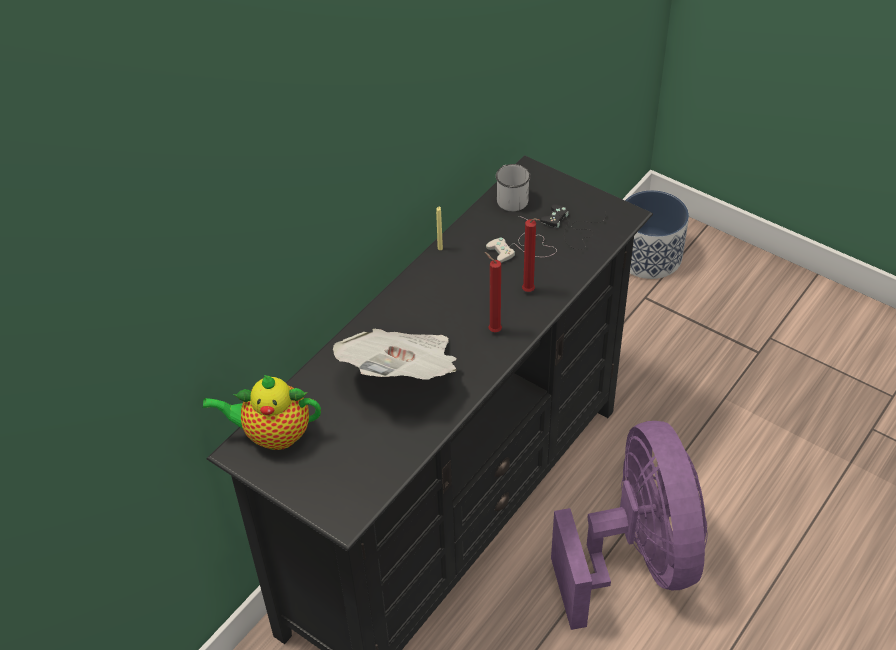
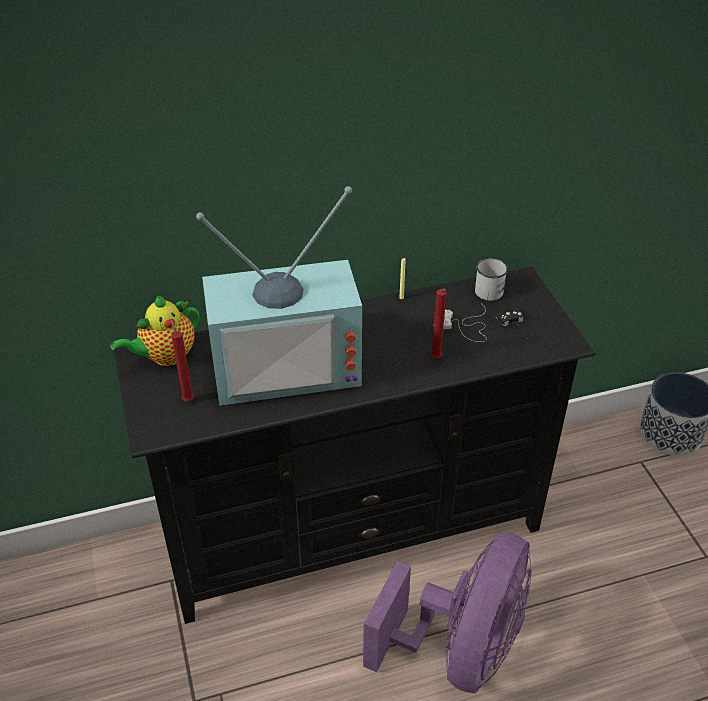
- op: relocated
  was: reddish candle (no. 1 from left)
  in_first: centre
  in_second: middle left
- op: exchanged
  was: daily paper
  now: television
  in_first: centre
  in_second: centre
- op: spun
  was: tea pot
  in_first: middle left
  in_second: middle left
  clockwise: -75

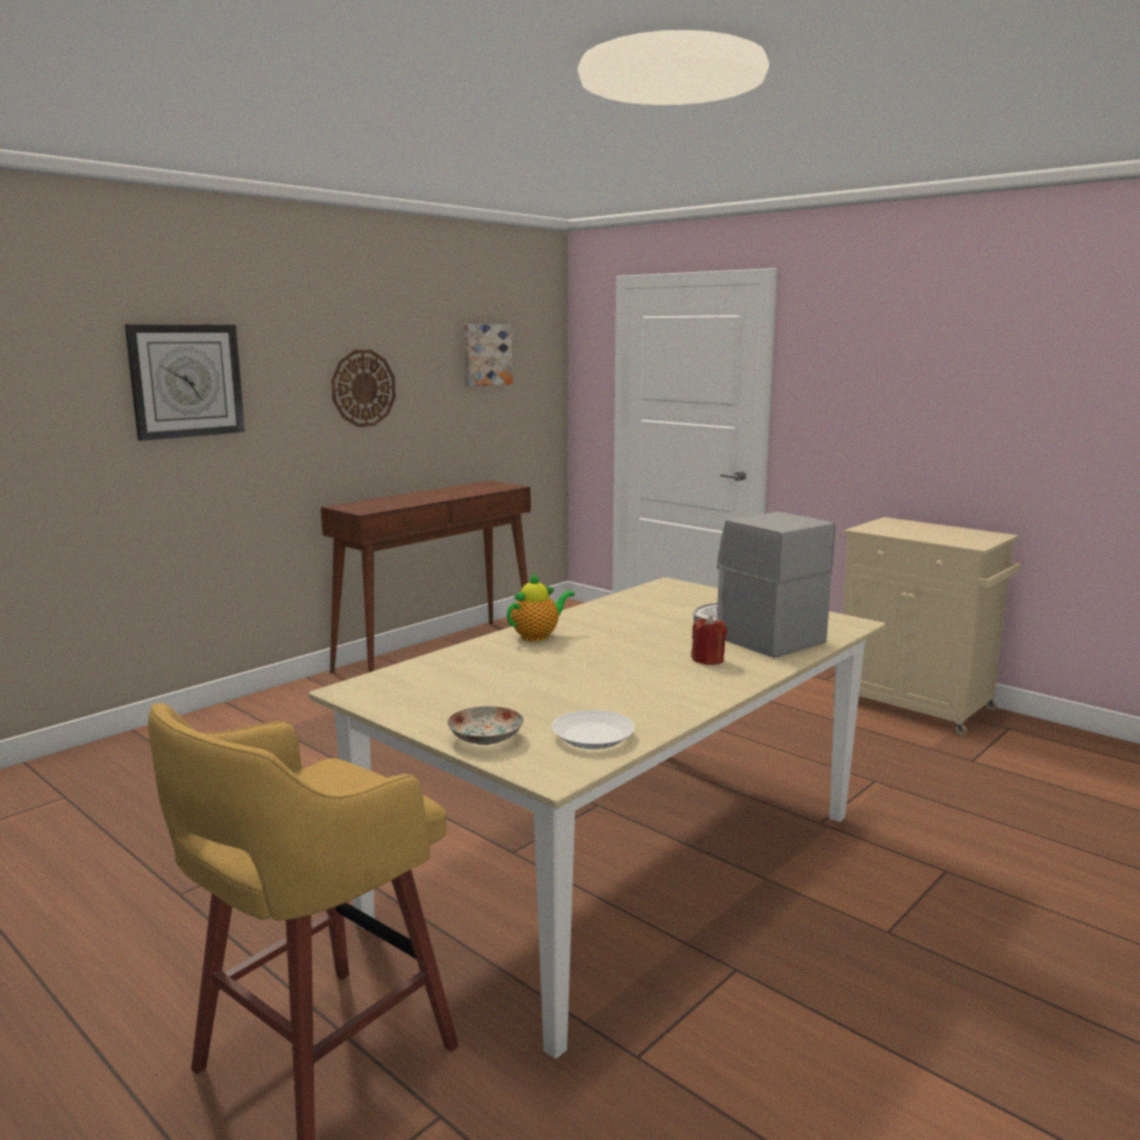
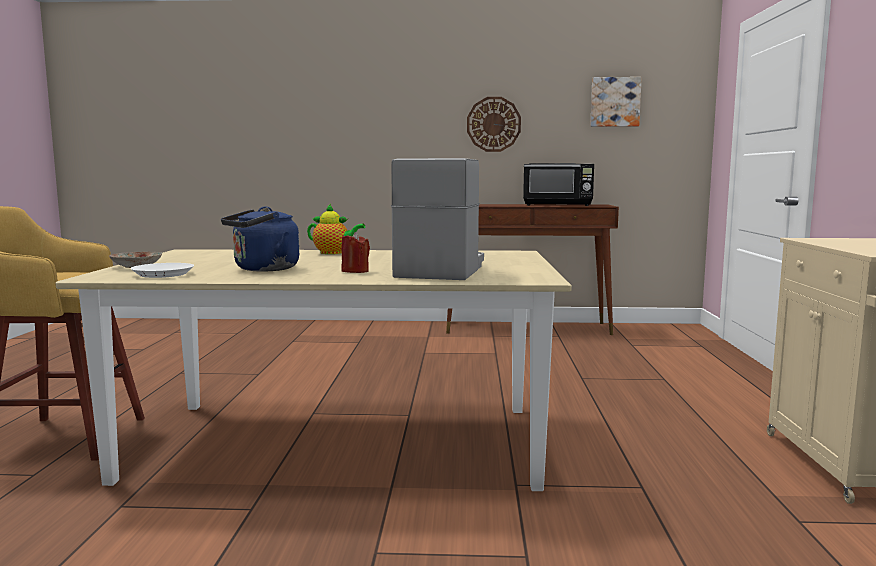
- op: missing
  was: wall clock (no. 1 from left)
  in_first: middle left
- op: appeared
  now: blue-coloured tea kettle
  in_second: middle left
- op: appeared
  now: blackish kitchen microwave
  in_second: top centre

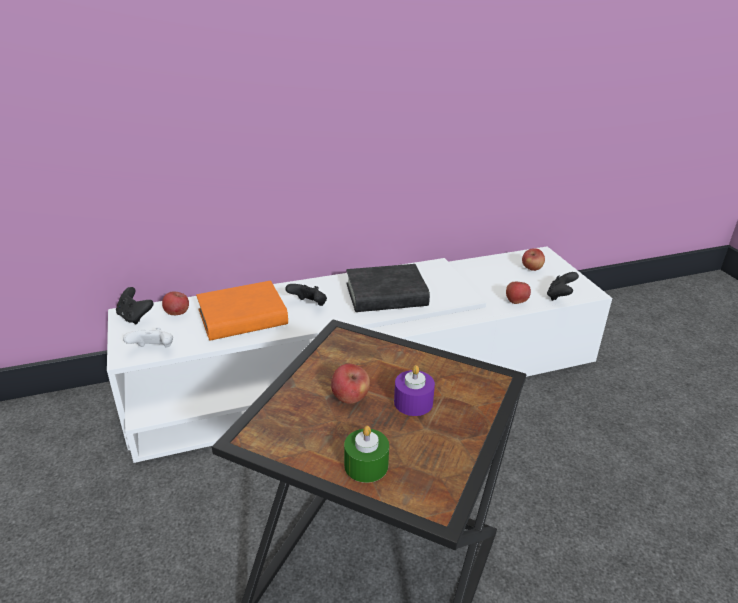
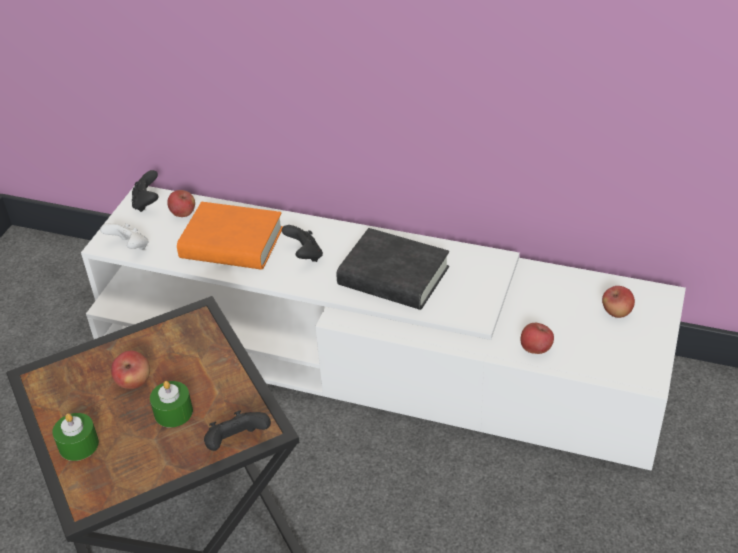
- op: relocated
  was: blackish joypad (no. 3 from left in the first image)
  now: blackish joypad (no. 2 from left)
  in_first: middle right
  in_second: bottom left
- op: colour
  was: purple-coloured candle
  now: greenish candle (no. 2 from left)
  in_first: centre
  in_second: bottom left

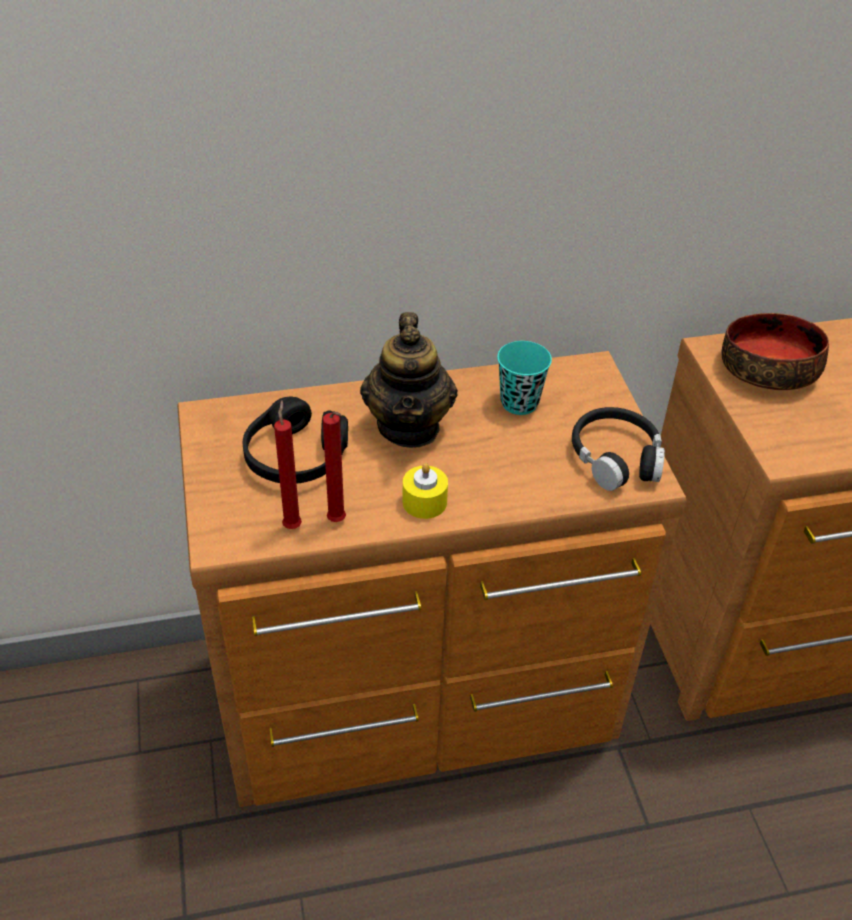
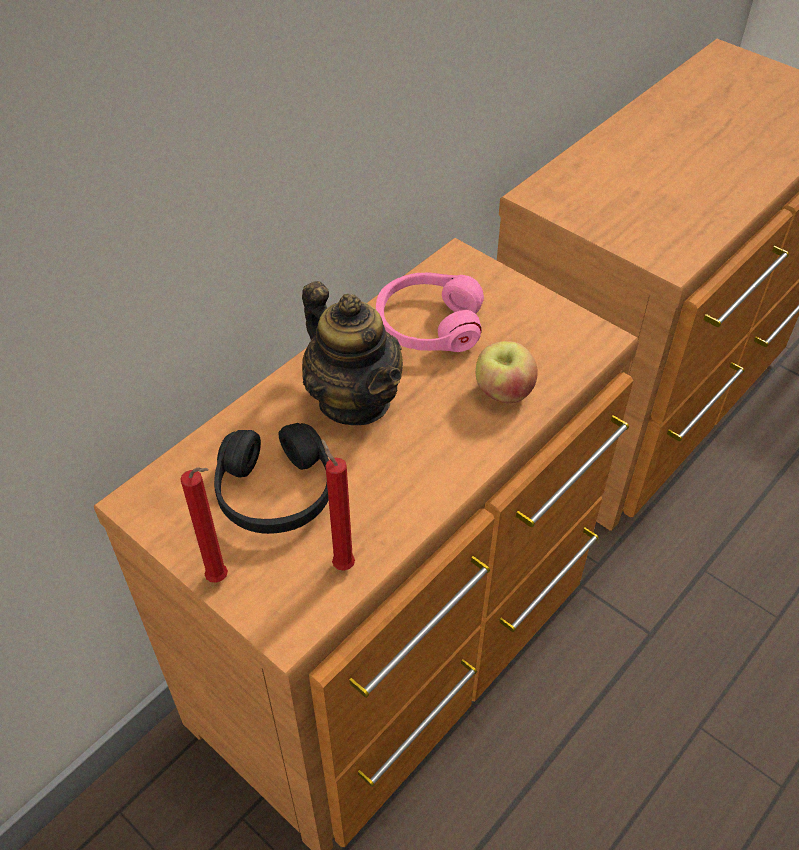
- op: missing
  was: yellowish candle
  in_first: centre
- op: missing
  was: blackish headphones (no. 2 from left)
  in_first: middle right
- op: missing
  was: bowl
  in_first: middle right
- op: appeared
  now: whole apple
  in_second: centre
- op: relocated
  was: reddish candle (no. 2 from left in the first image)
  now: reddish candle (no. 1 from left)
  in_first: centre
  in_second: middle left
- op: exchanged
  was: turquoise-coloured drinking cup
  now: pink-coloured headphones
  in_first: centre
  in_second: centre

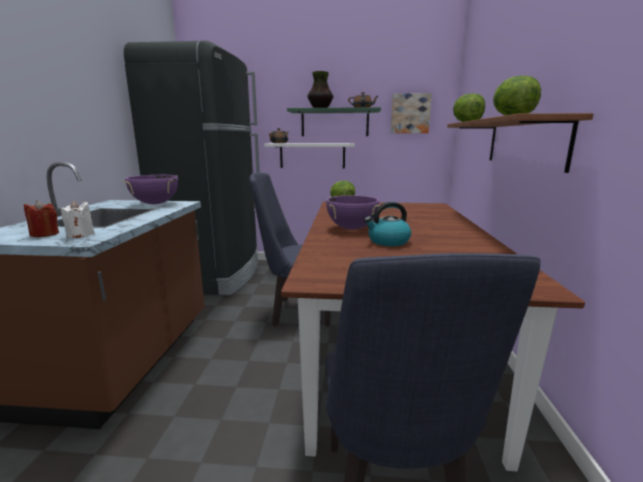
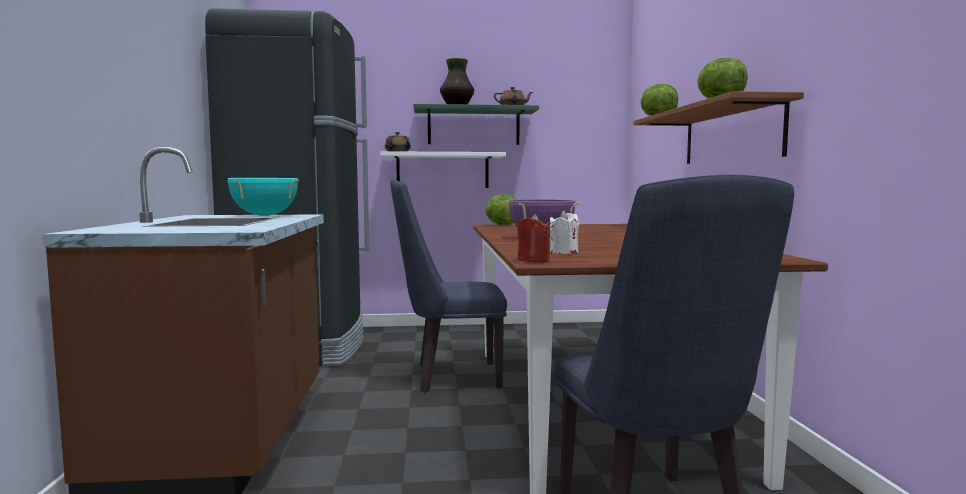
- op: missing
  was: tea kettle
  in_first: centre
- op: missing
  was: picture
  in_first: top centre
- op: relocated
  was: reddish candle
  in_first: middle left
  in_second: centre
- op: relocated
  was: whitish candle
  in_first: middle left
  in_second: centre
- op: colour
  was: purple-coloured cooking pot (no. 1 from left)
  now: turquoise-coloured cooking pot
  in_first: middle left
  in_second: middle left

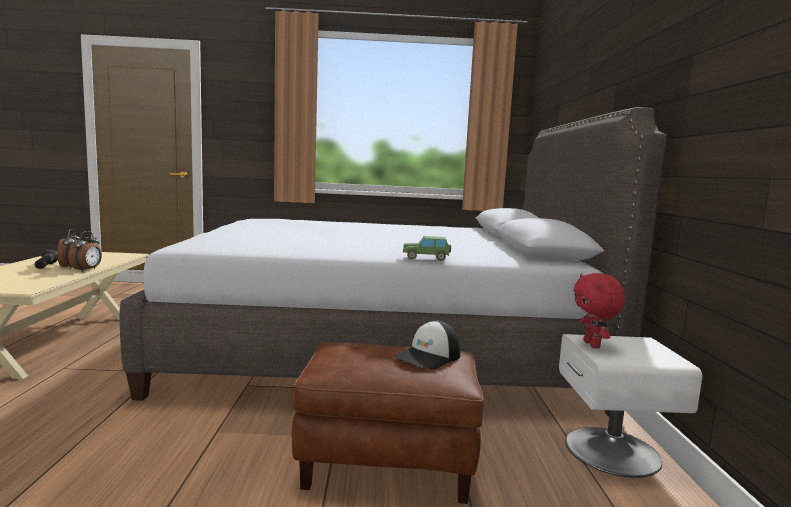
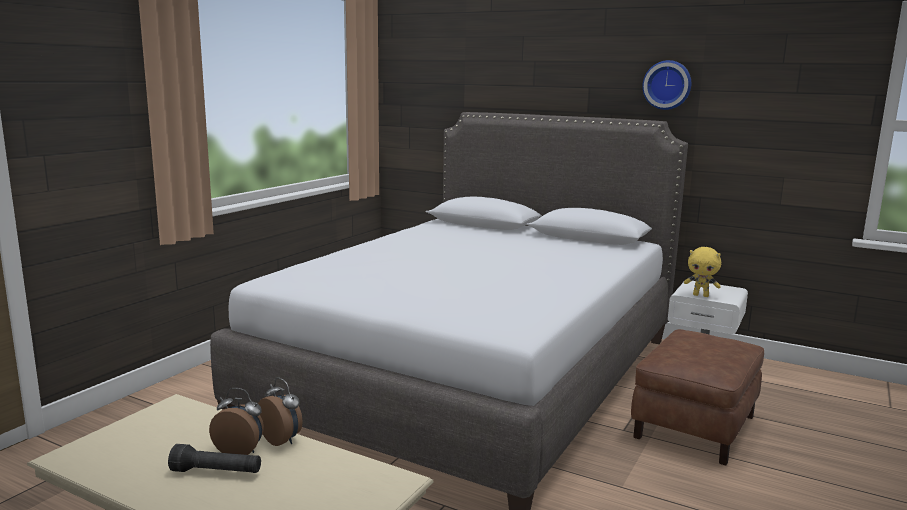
- op: missing
  was: peaked cap
  in_first: bottom centre
- op: missing
  was: toy car
  in_first: centre
- op: appeared
  now: wall clock
  in_second: top right
- op: colour
  was: reddish soft toy
  now: yellowish soft toy
  in_first: middle right
  in_second: middle right

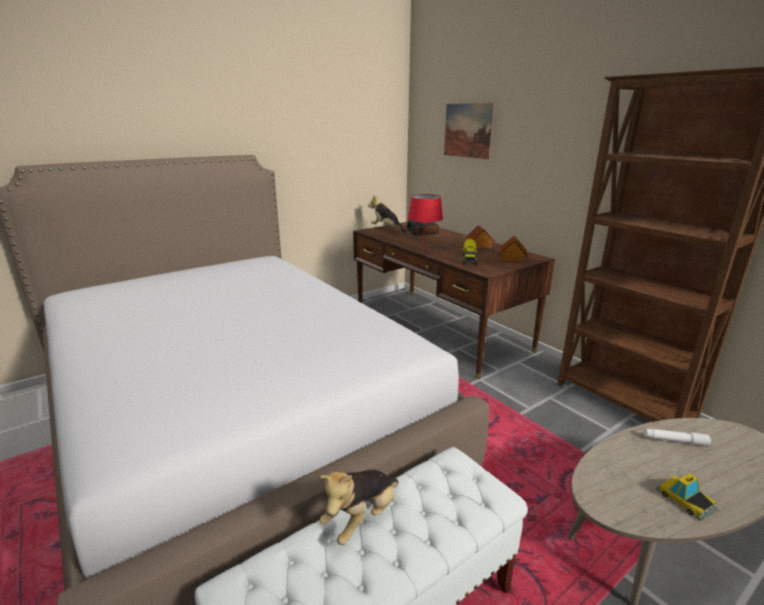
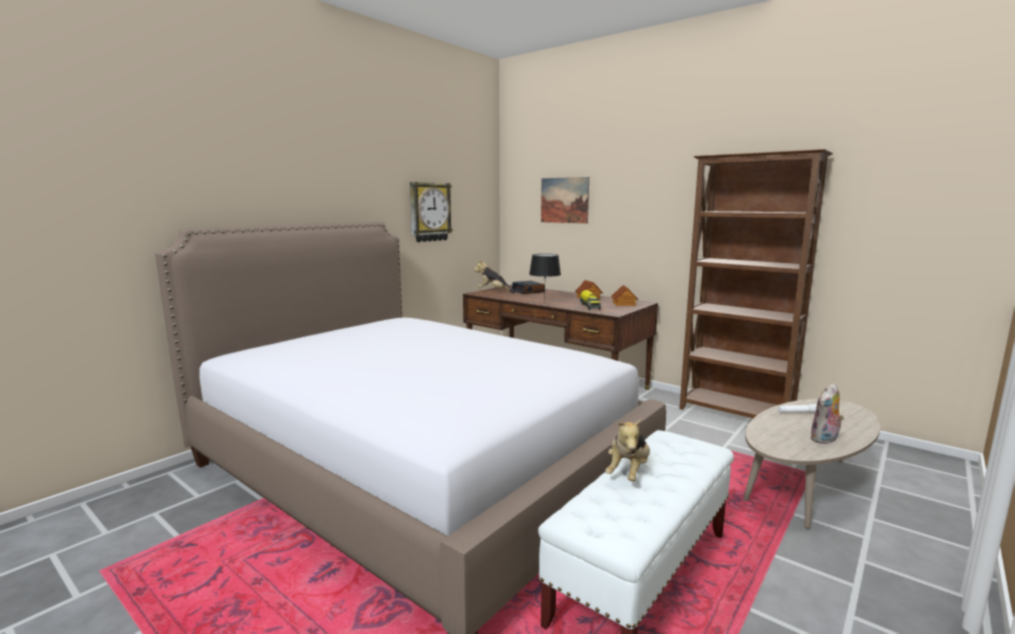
- op: appeared
  now: wall clock
  in_second: centre
- op: exchanged
  was: toy car
  now: soft toy (no. 3 from left)
  in_first: bottom right
  in_second: middle right
- op: colour
  was: reddish lamp for a table
  now: blackish lamp for a table
  in_first: centre
  in_second: centre

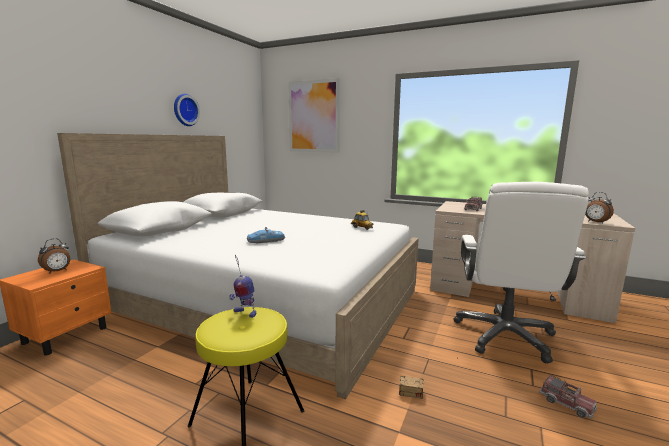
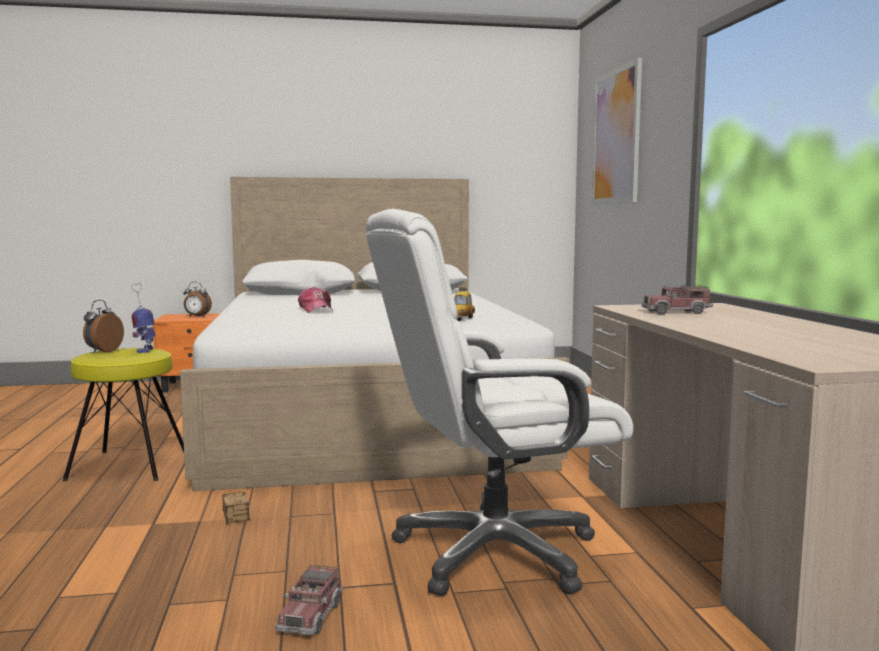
- op: missing
  was: wall clock
  in_first: top left
- op: relocated
  was: alarm clock (no. 2 from left in the first image)
  now: alarm clock (no. 1 from left)
  in_first: middle right
  in_second: middle left
- op: exchanged
  was: toy car (no. 1 from left)
  now: peaked cap
  in_first: centre
  in_second: centre

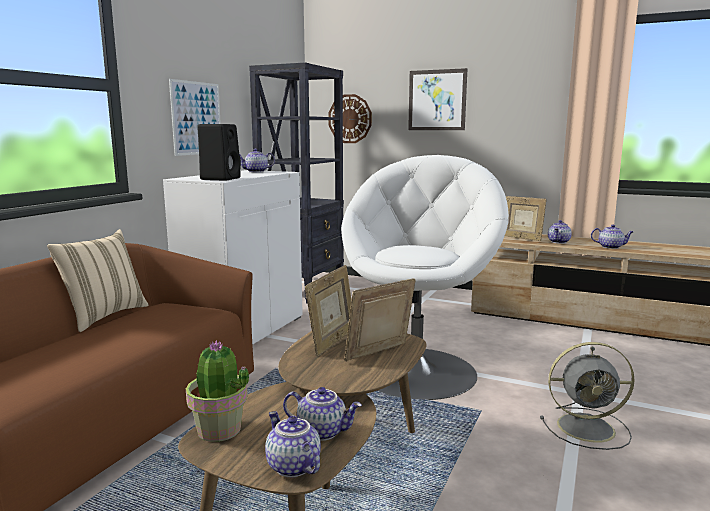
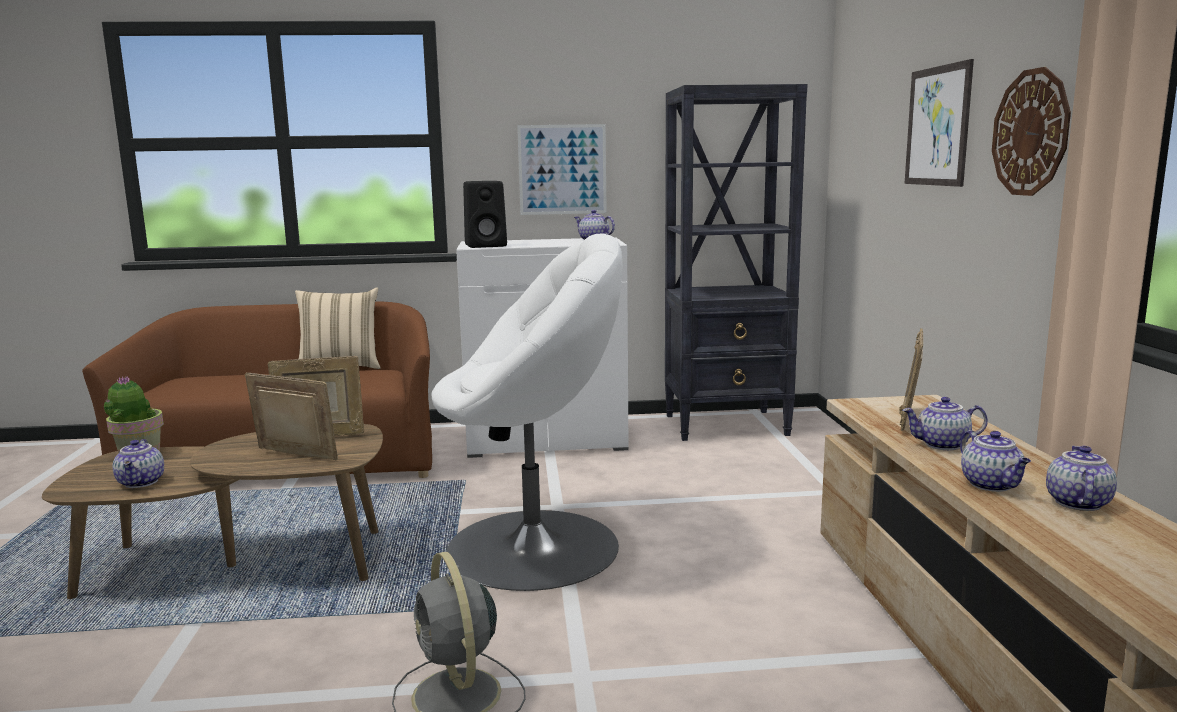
- op: relocated
  was: tea pot (no. 2 from left in the first image)
  now: tea pot (no. 5 from left)
  in_first: bottom centre
  in_second: bottom right
- op: relocated
  was: wall clock
  in_first: top centre
  in_second: top right

